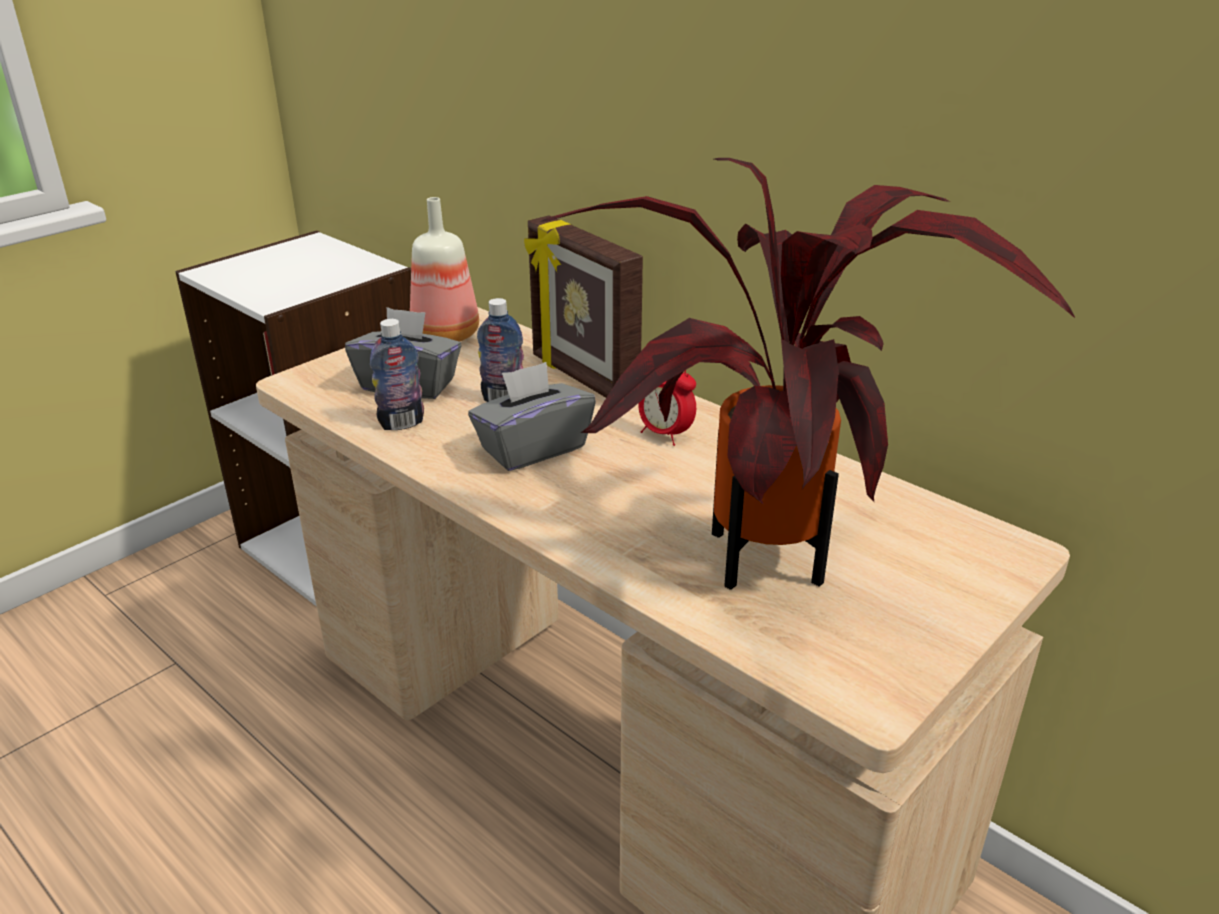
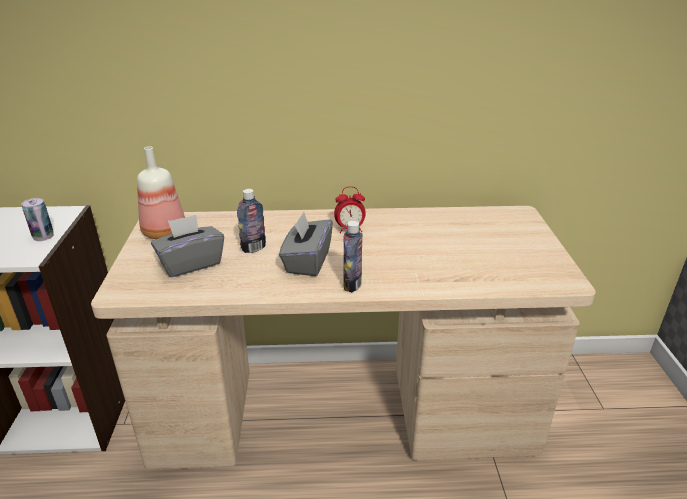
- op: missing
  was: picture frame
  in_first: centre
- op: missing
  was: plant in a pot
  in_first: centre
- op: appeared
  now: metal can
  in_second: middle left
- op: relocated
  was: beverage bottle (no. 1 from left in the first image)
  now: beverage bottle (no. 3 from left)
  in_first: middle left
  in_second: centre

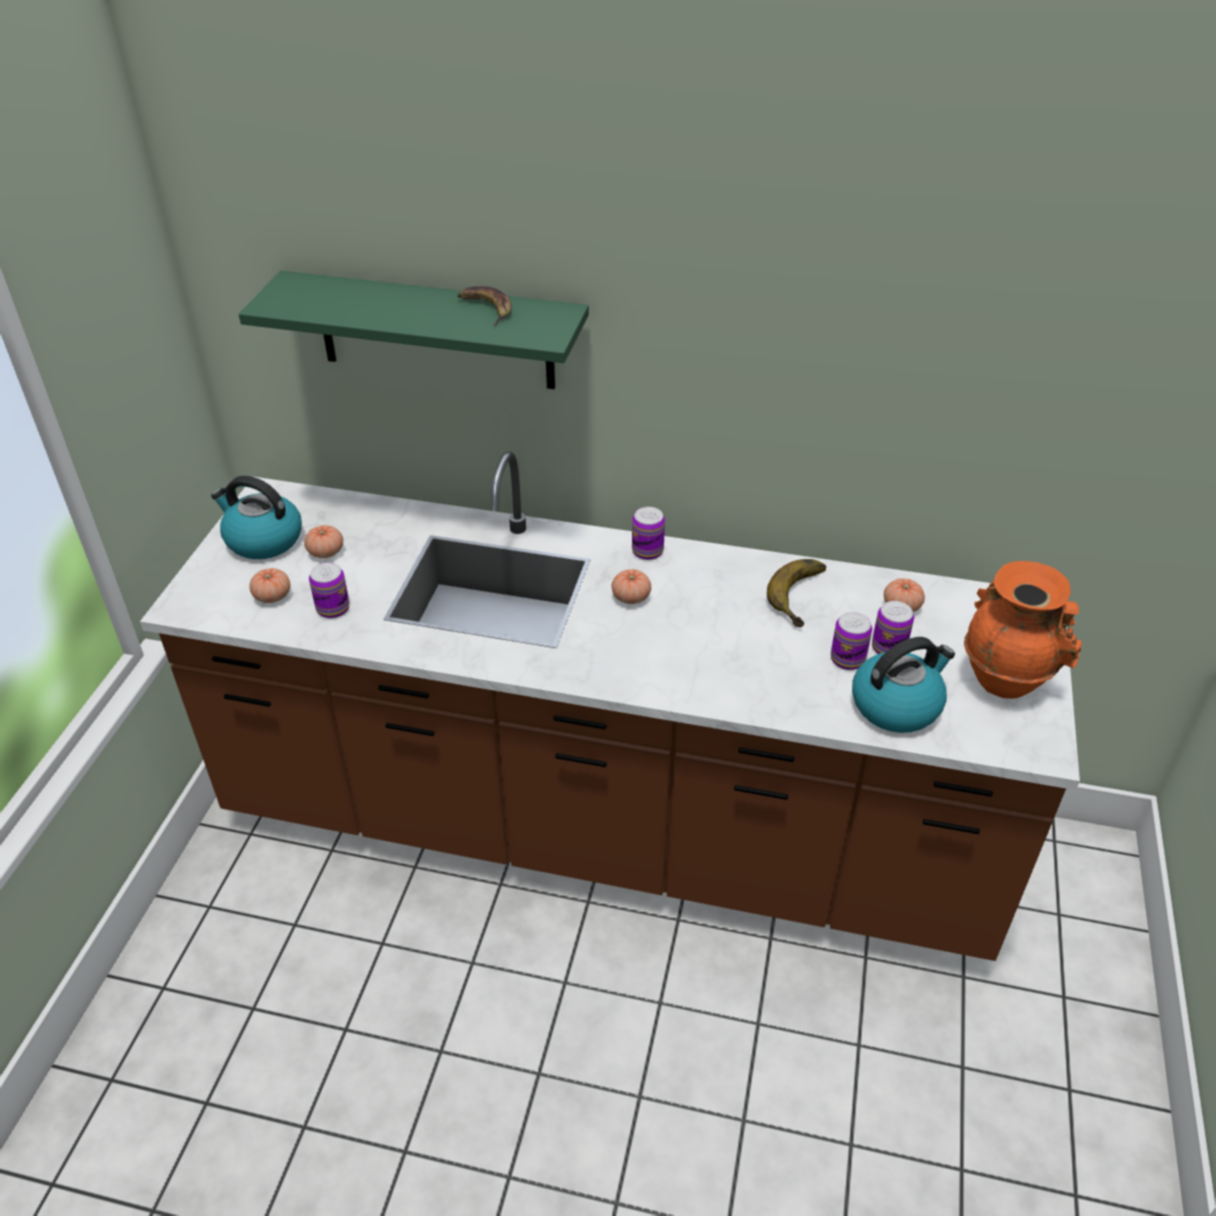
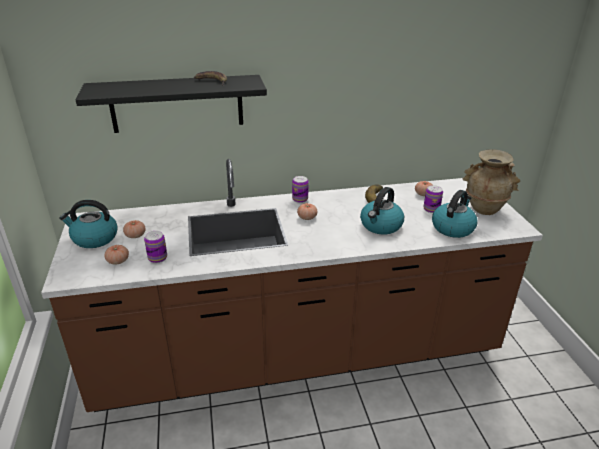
- op: missing
  was: metal can (no. 3 from left)
  in_first: middle right
- op: appeared
  now: tea kettle (no. 2 from left)
  in_second: centre
- op: colour
  was: greenish shelf
  now: blackish shelf
  in_first: top centre
  in_second: top left
- op: colour
  was: orange decorative vase
  now: beige-coloured decorative vase
  in_first: middle right
  in_second: middle right

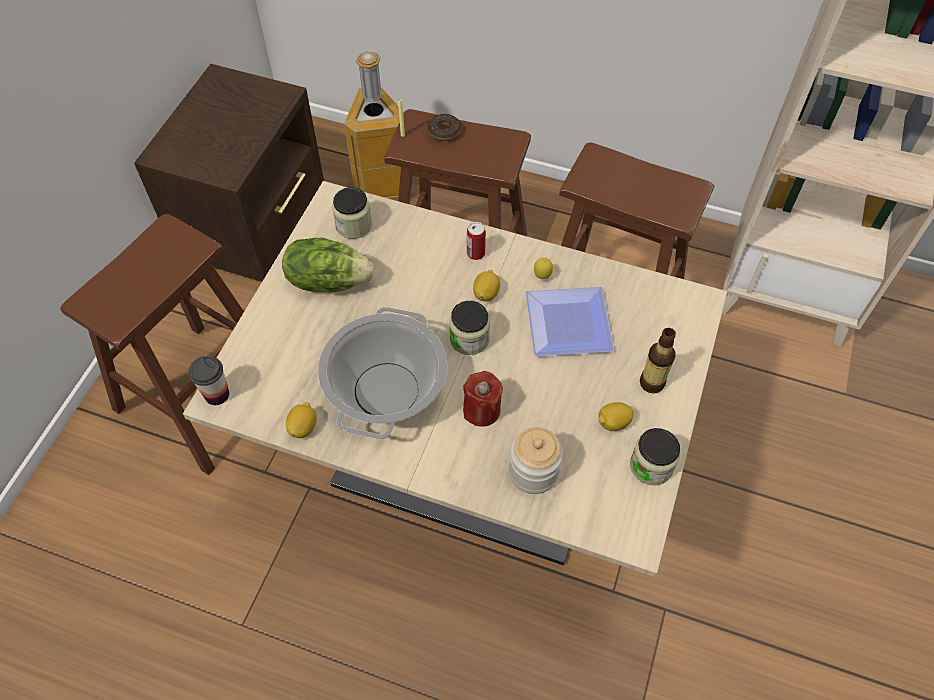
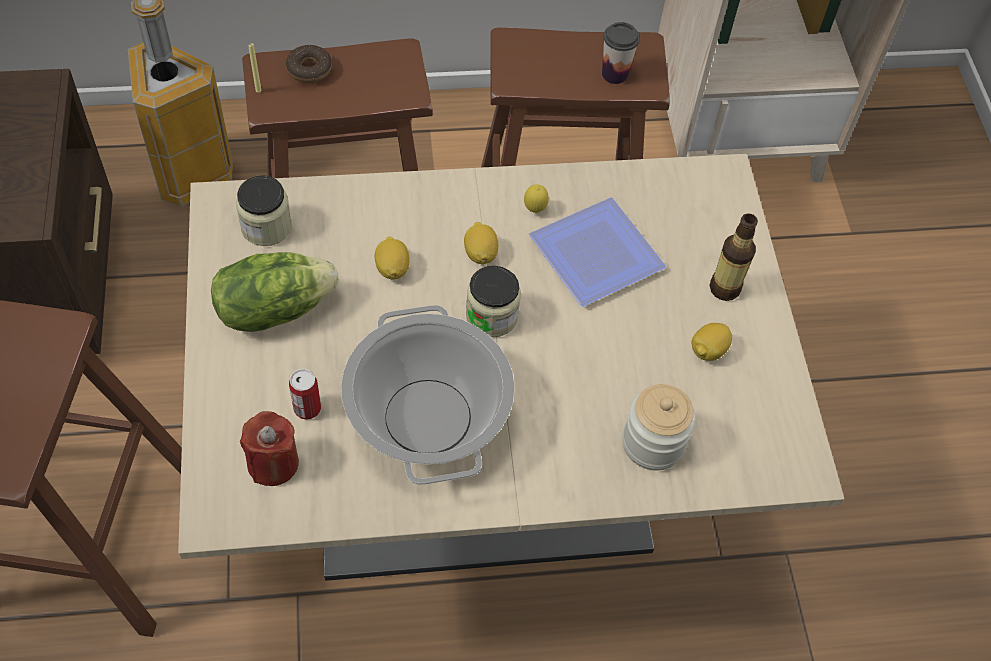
- op: missing
  was: storage jar (no. 4 from left)
  in_first: middle right
- op: relocated
  was: drinking cup
  in_first: middle left
  in_second: top centre
- op: relocated
  was: citrus fruit (no. 1 from left)
  in_first: middle left
  in_second: centre
- op: relocated
  was: reddish candle
  in_first: centre
  in_second: bottom left
- op: relocated
  was: metal can
  in_first: centre
  in_second: middle left

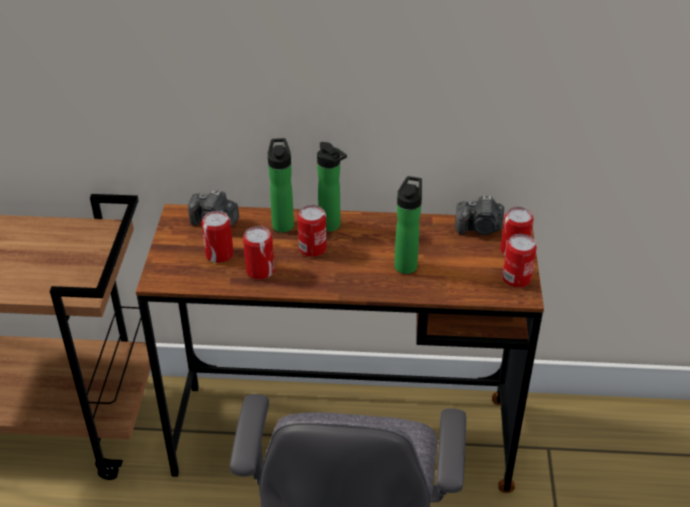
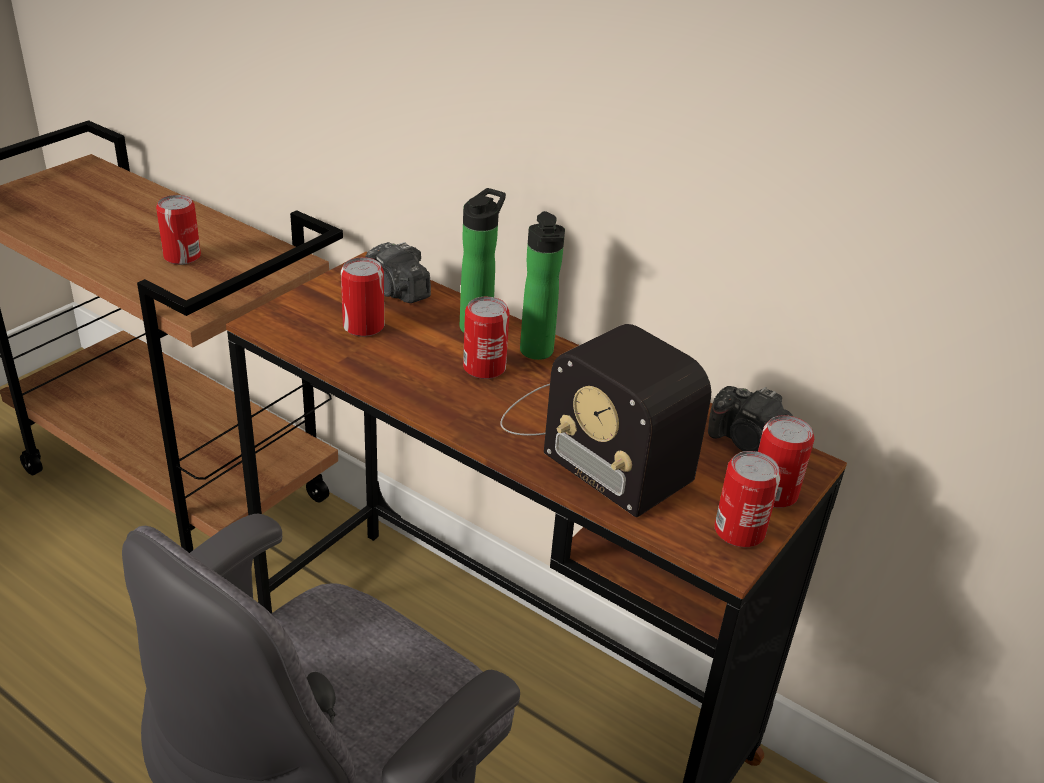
- op: relocated
  was: metal can (no. 2 from left in the first image)
  now: metal can (no. 1 from left)
  in_first: centre
  in_second: top left
- op: exchanged
  was: beverage bottle (no. 3 from left)
  now: radio
  in_first: centre
  in_second: centre

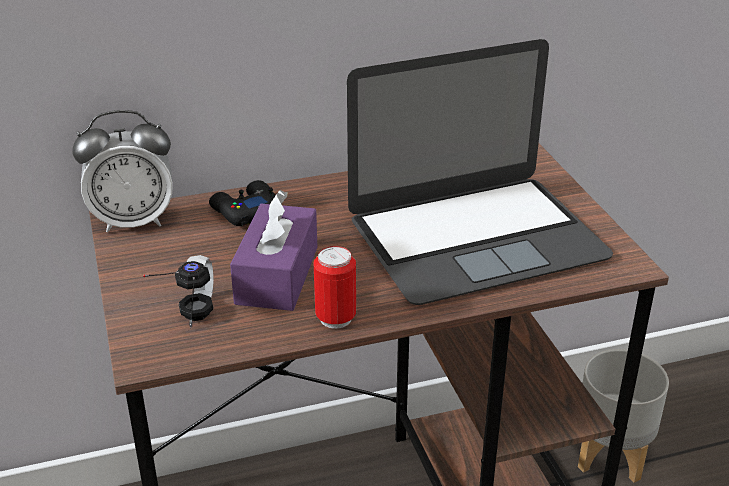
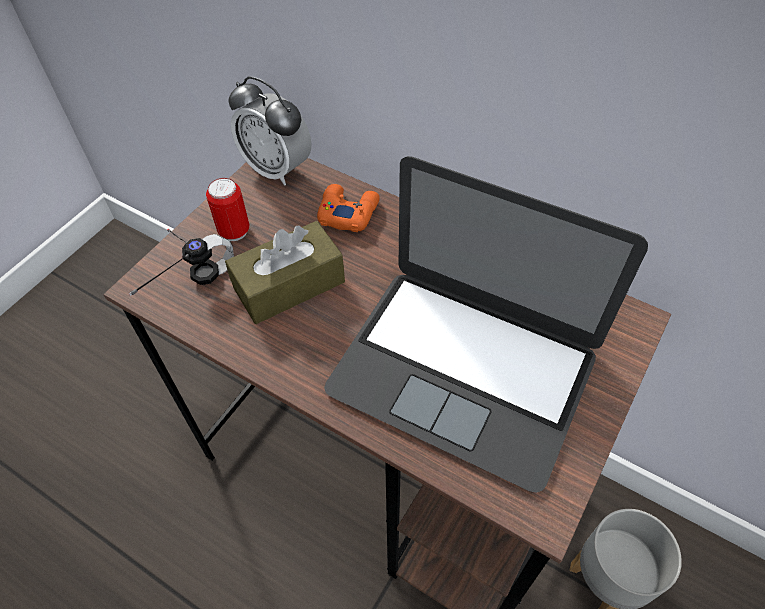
- op: relocated
  was: metal can
  in_first: centre
  in_second: middle left
- op: colour
  was: blackish joypad
  now: orange joypad
  in_first: middle left
  in_second: centre
- op: colour
  was: purple-coloured tissue box
  now: brown-coloured tissue box
  in_first: centre
  in_second: centre

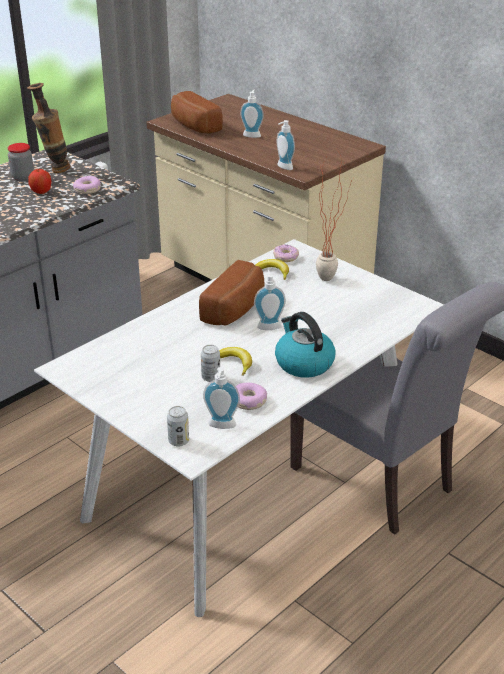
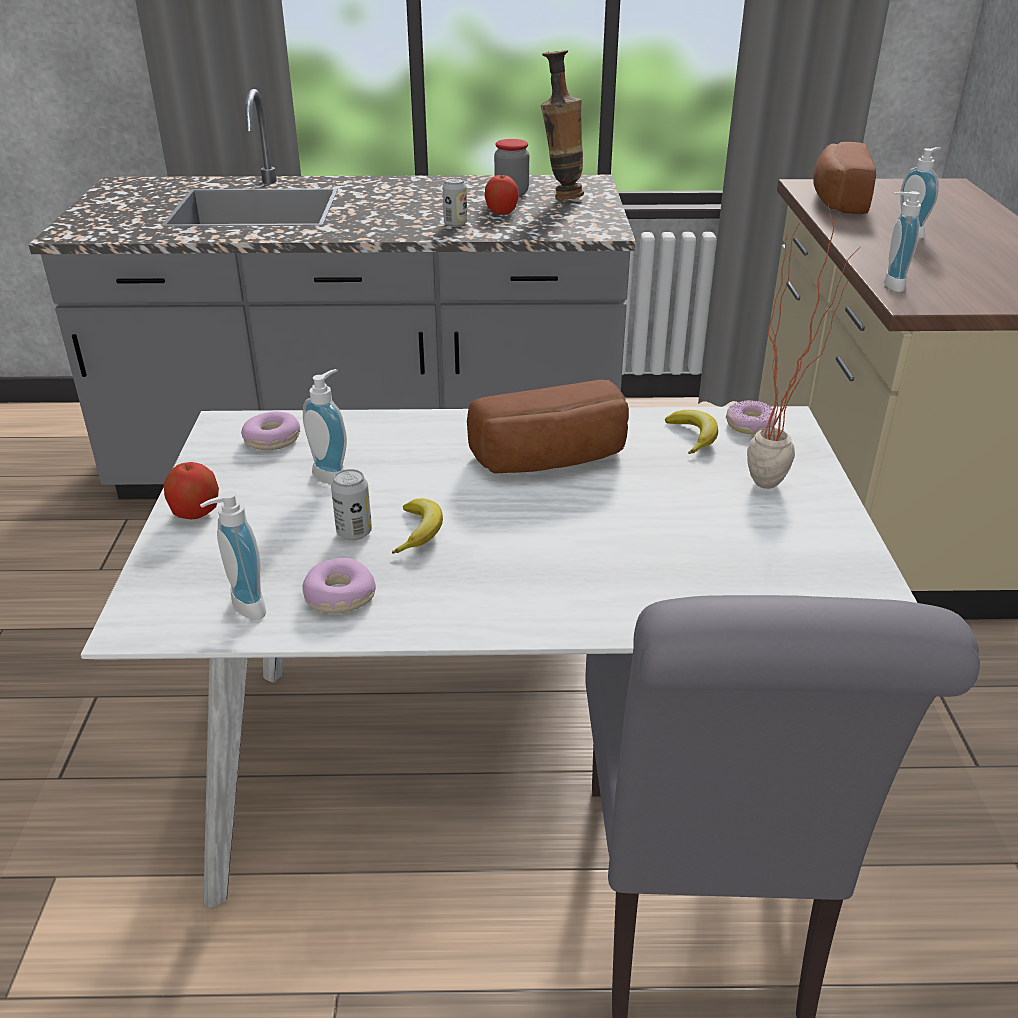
- op: missing
  was: tea kettle
  in_first: centre
- op: appeared
  now: whole apple (no. 1 from left)
  in_second: middle left
- op: relocated
  was: donut (no. 1 from left)
  in_first: top left
  in_second: middle left
- op: relocated
  was: metal can (no. 1 from left in the first image)
  now: metal can (no. 2 from left)
  in_first: centre
  in_second: top centre
- op: relocated
  was: liquid soap bottle (no. 3 from left in the first image)
  now: liquid soap bottle (no. 2 from left)
  in_first: centre
  in_second: middle left

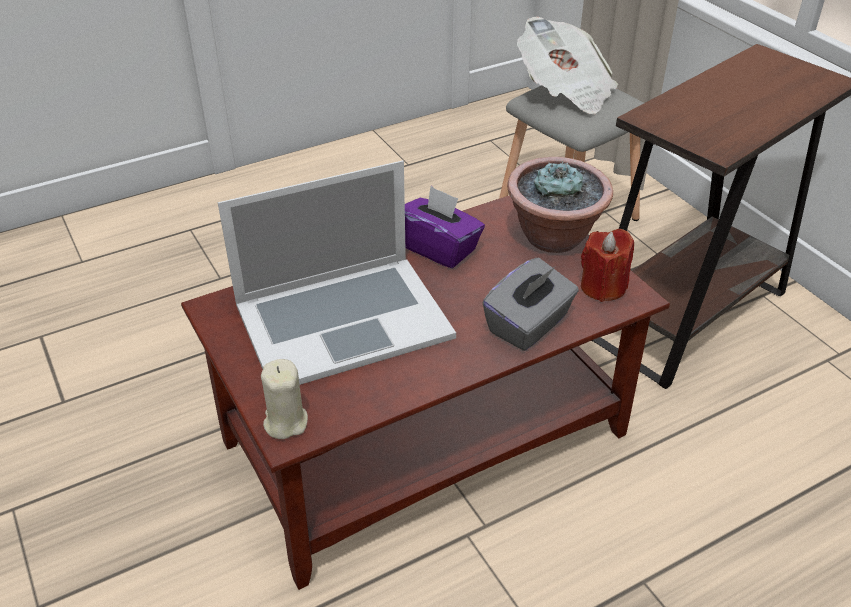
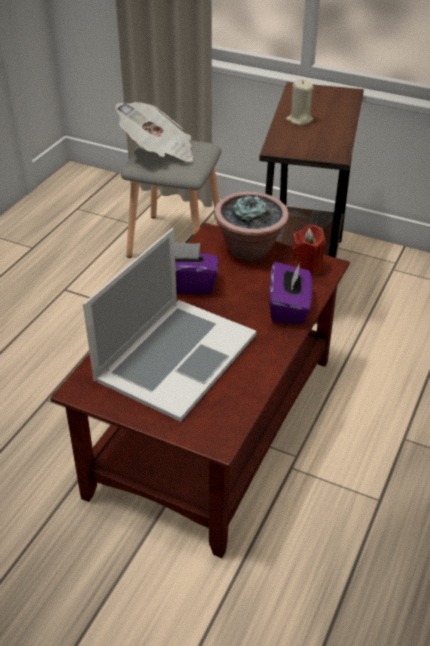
- op: relocated
  was: beige-coloured candle
  in_first: centre
  in_second: top right
- op: colour
  was: greyish tissue box
  now: purple-coloured tissue box (no. 2 from left)
  in_first: centre
  in_second: middle right

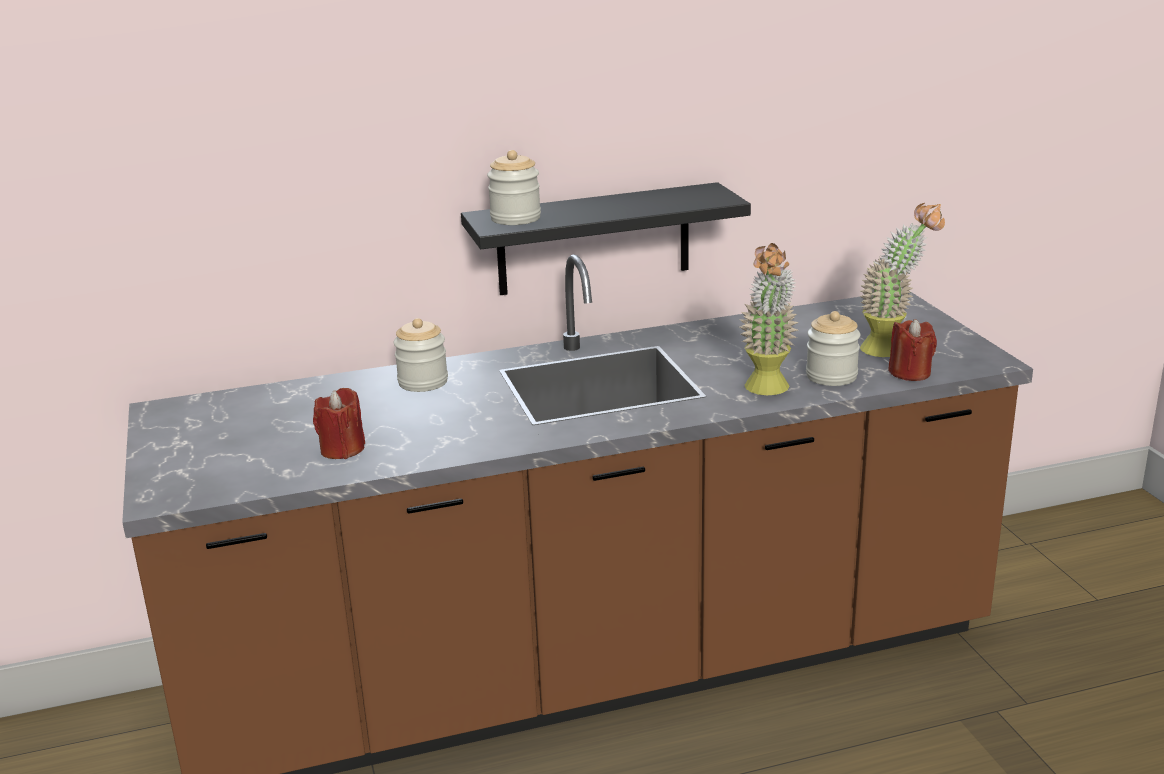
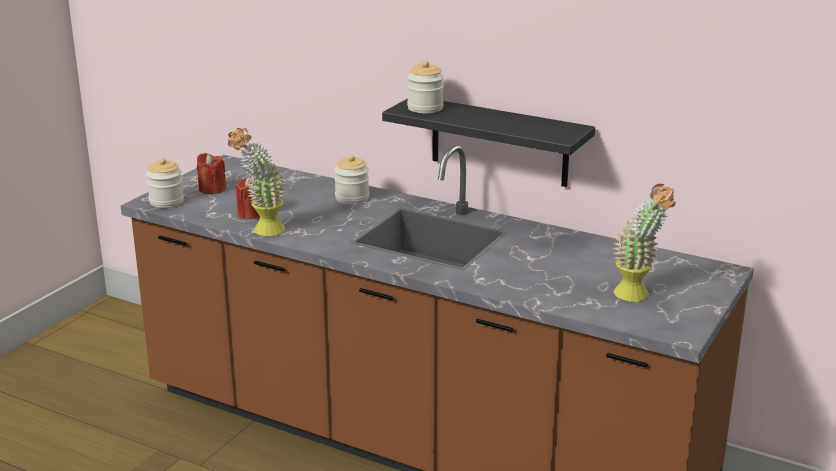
- op: relocated
  was: plant in a pot (no. 1 from left)
  in_first: centre
  in_second: middle left
- op: relocated
  was: storage jar (no. 3 from left in the first image)
  now: storage jar (no. 1 from left)
  in_first: middle right
  in_second: middle left
- op: relocated
  was: reddish candle (no. 2 from left in the first image)
  now: reddish candle (no. 1 from left)
  in_first: middle right
  in_second: middle left

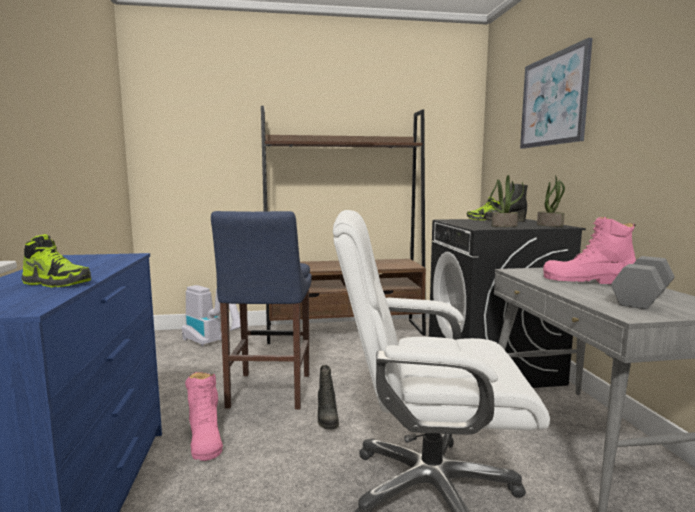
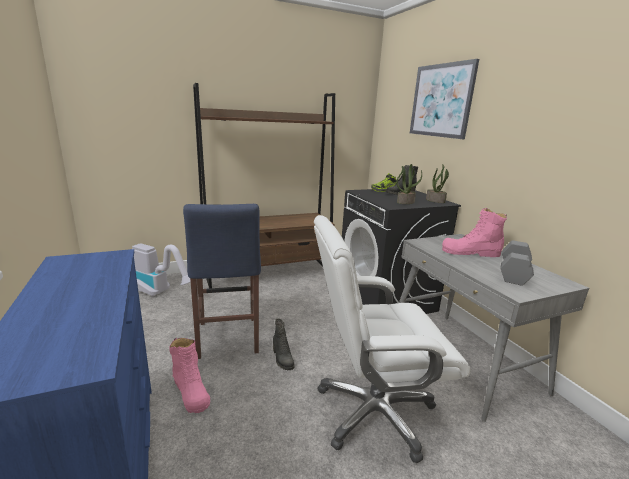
- op: missing
  was: low shoe (no. 1 from left)
  in_first: middle left

